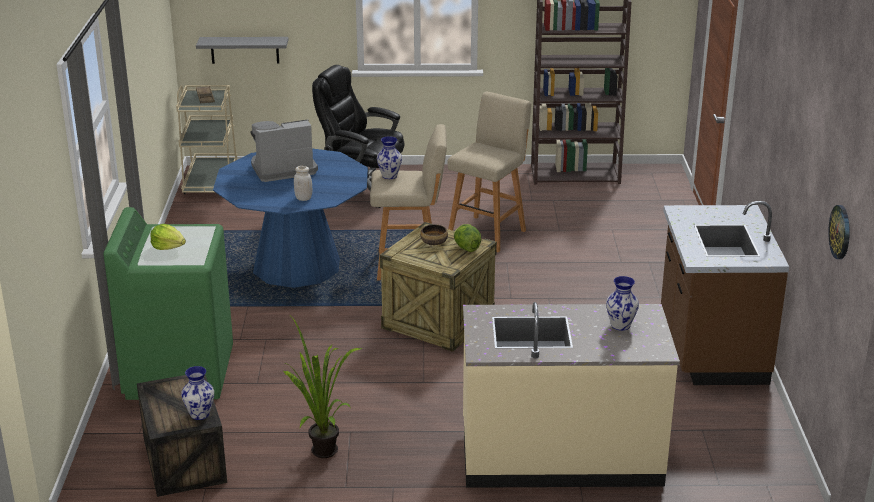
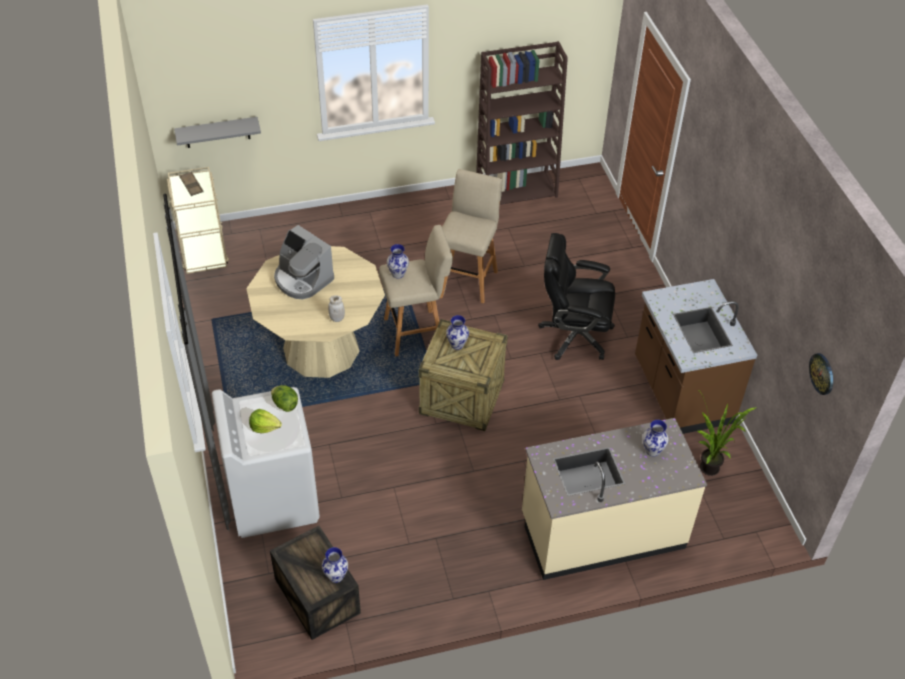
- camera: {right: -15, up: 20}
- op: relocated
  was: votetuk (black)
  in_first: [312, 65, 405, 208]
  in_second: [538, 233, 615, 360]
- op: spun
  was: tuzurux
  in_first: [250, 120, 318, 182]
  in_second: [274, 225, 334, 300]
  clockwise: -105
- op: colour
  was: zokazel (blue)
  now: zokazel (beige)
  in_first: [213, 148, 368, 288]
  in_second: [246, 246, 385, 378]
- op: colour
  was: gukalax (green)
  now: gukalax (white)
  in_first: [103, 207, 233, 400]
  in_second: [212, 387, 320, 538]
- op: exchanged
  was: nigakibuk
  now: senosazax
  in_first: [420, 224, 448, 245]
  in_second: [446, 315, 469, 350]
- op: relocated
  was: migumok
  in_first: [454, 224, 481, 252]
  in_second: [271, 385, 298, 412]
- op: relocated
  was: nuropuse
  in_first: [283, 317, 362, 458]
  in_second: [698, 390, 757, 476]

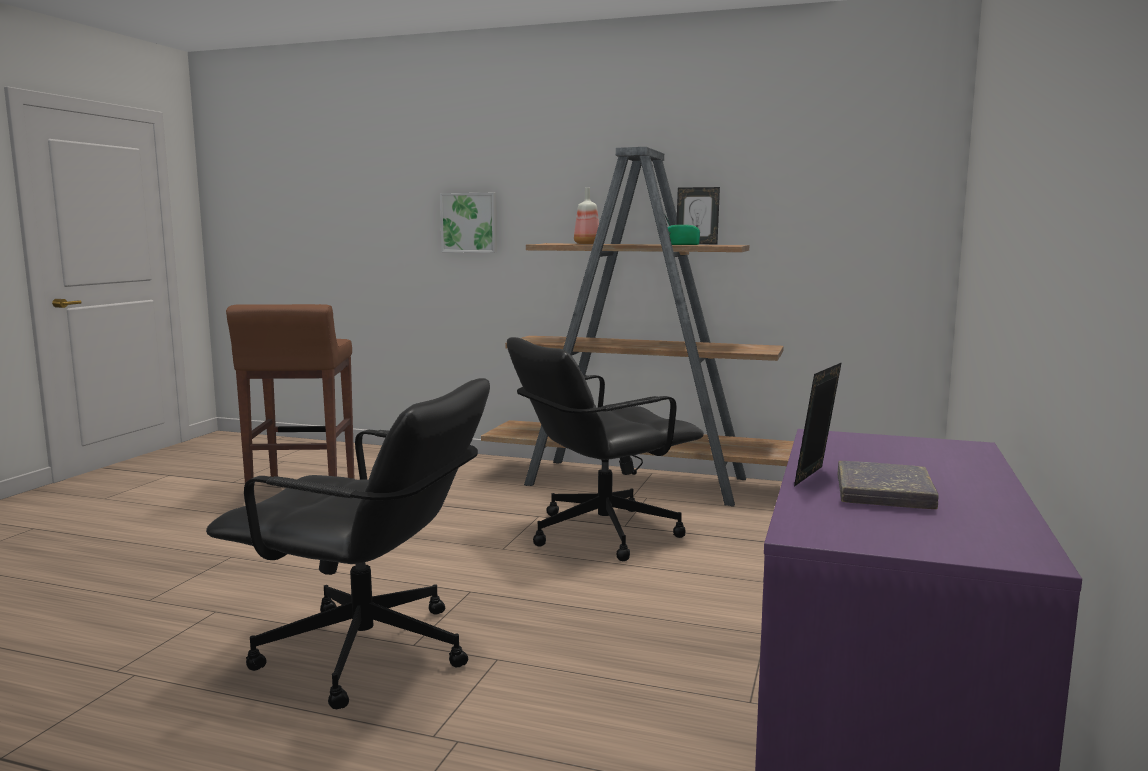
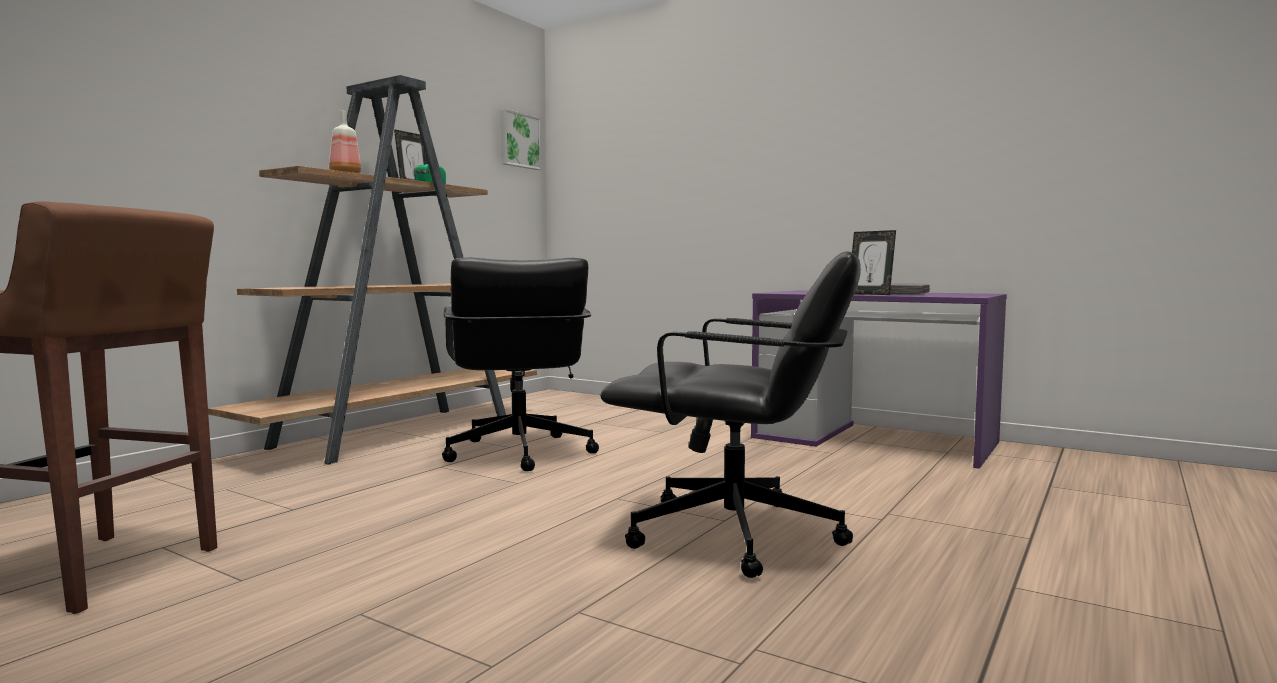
- camera: {right: -75, up: -5}
- op: relocated
  was: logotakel
  in_first: [440, 193, 497, 253]
  in_second: [501, 109, 541, 170]
- op: spun
  was: votetuk (black)
  in_first: [206, 378, 490, 709]
  in_second: [600, 251, 861, 578]
  clockwise: 75

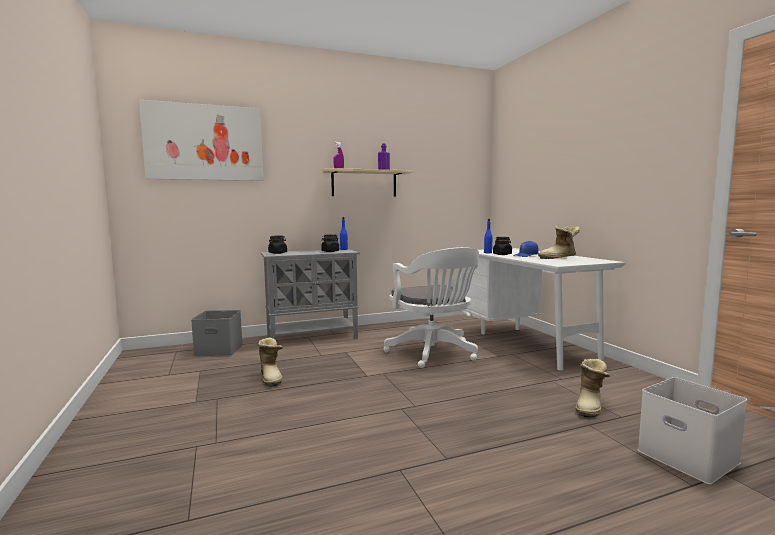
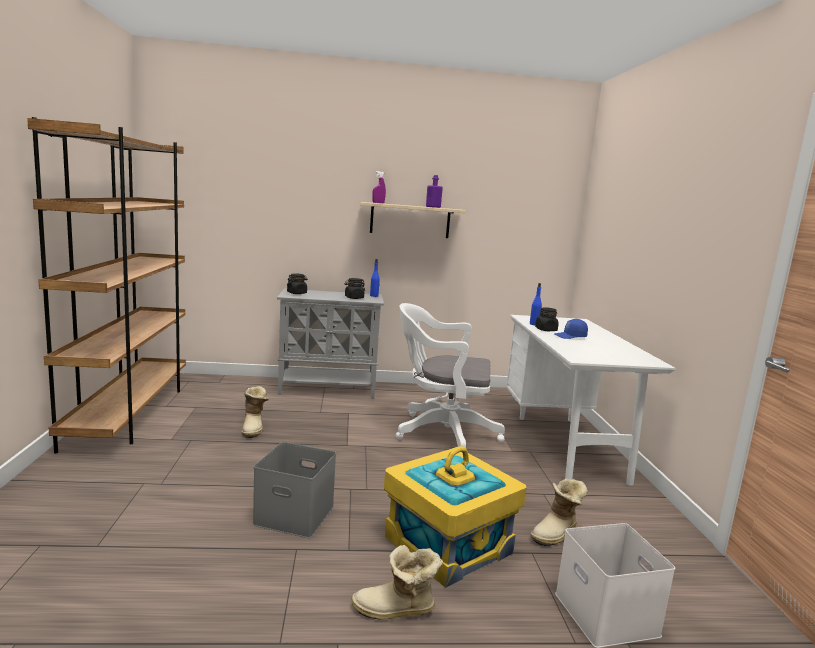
- camera: {right: 15, up: 5}
- op: missing
  was: logotakel
  in_first: [139, 100, 264, 181]
- op: relocated
  was: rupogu
  in_first: [538, 226, 580, 259]
  in_second: [352, 545, 443, 620]
- op: spun
  was: votetuk (white)
  in_first: [383, 247, 479, 368]
  in_second: [396, 303, 505, 447]
  clockwise: 105
- op: relocated
  was: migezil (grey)
  in_first: [191, 310, 243, 357]
  in_second: [252, 442, 336, 538]
- op: appeared
  now: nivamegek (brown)
  in_second: [27, 117, 186, 453]
- op: appeared
  now: migezil (yellow)
  in_second: [384, 446, 526, 588]

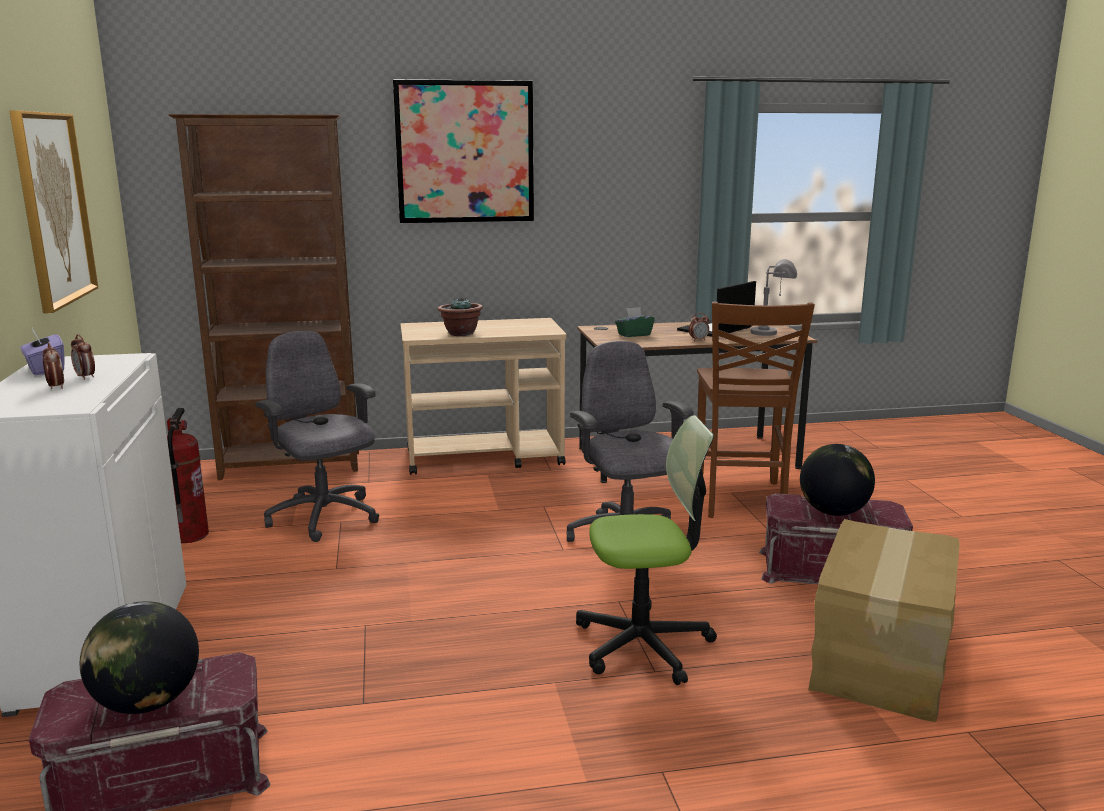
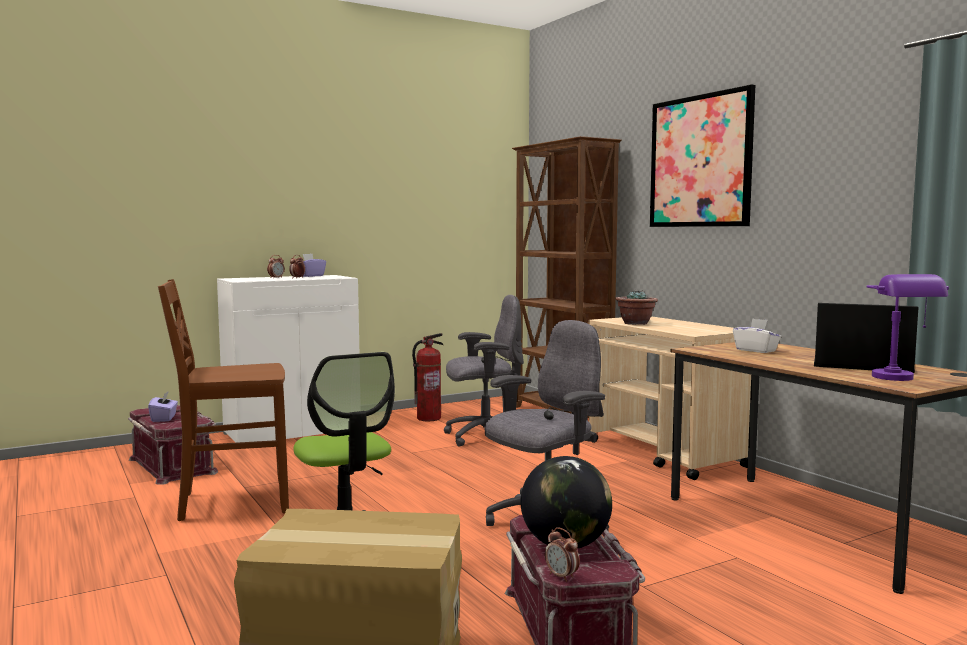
- camera: {right: 70, up: -10}
- op: missing
  was: logotakel
  in_first: [10, 111, 98, 313]
- op: colour
  was: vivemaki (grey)
  now: vivemaki (purple)
  in_first: [751, 259, 797, 336]
  in_second: [866, 274, 949, 381]
- op: relocated
  was: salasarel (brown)
  in_first: [697, 302, 815, 518]
  in_second: [158, 279, 289, 521]
- op: colour
  was: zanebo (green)
  now: zanebo (white)
  in_first: [615, 307, 655, 337]
  in_second: [733, 318, 781, 353]
- op: relocated
  was: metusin
  in_first: [689, 313, 709, 341]
  in_second: [545, 527, 580, 582]
- op: spun
  was: votetuk (grey)
  in_first: [255, 331, 379, 542]
  in_second: [444, 295, 524, 447]
  clockwise: 45
- op: exchanged
  was: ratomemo
  now: zanebo (purple)
  in_first: [80, 601, 199, 714]
  in_second: [148, 391, 178, 422]

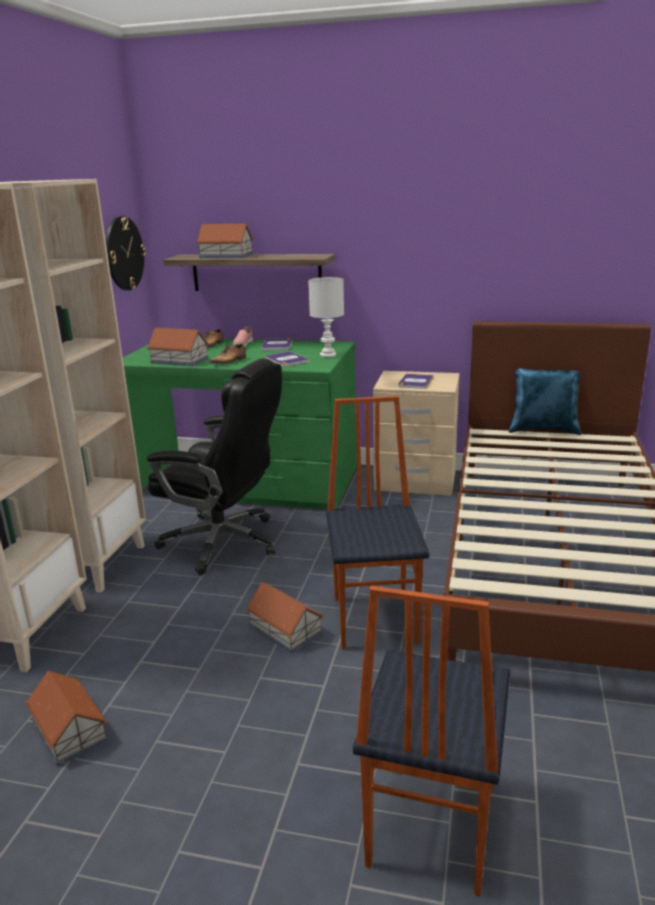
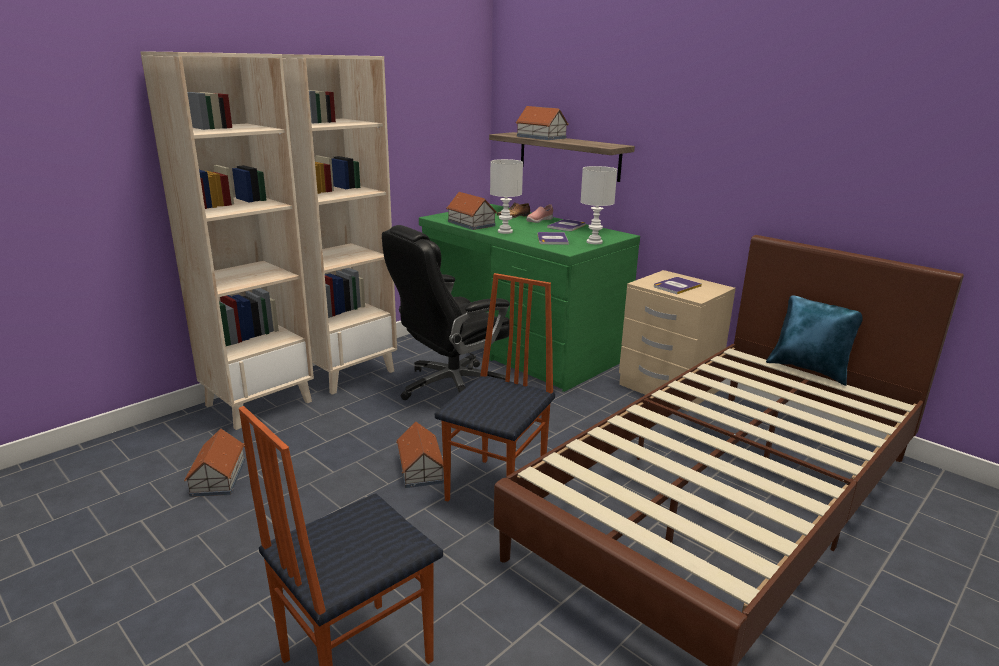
- camera: {right: 30, up: 0}
- op: missing
  was: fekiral
  in_first: [106, 216, 146, 290]
- op: exchanged
  was: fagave
  now: vivemaki (white)
  in_first: [210, 344, 246, 364]
  in_second: [490, 159, 523, 234]
- op: spun
  was: votetuk (black)
  in_first: [147, 358, 282, 575]
  in_second: [382, 225, 510, 400]
  clockwise: 90

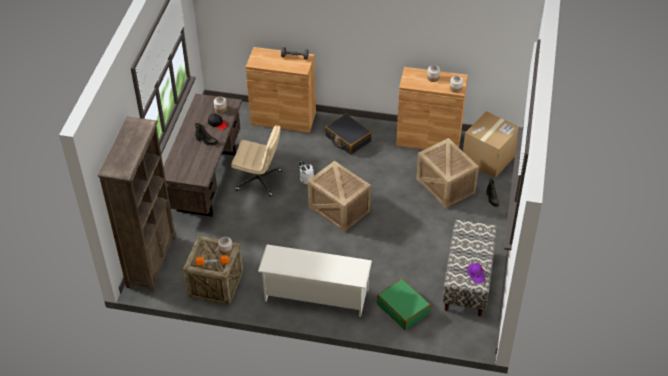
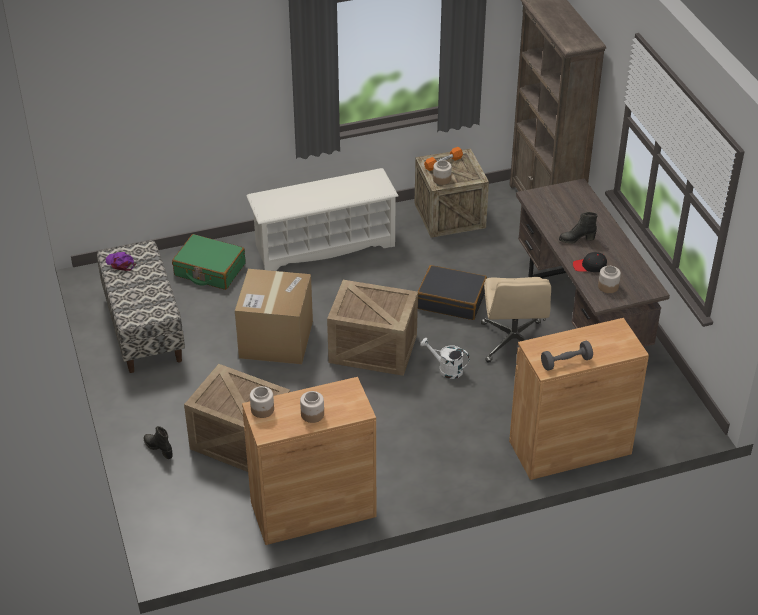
- camera: {right: 150, up: -5}
- op: relocated
  was: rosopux
  in_first: [463, 111, 519, 178]
  in_second: [235, 269, 313, 364]
- op: relocated
  was: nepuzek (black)
  in_first: [325, 114, 372, 155]
  in_second: [417, 265, 487, 320]
- op: spun
  was: votetuk (beige)
  in_first: [231, 125, 282, 197]
  in_second: [481, 277, 551, 363]
  clockwise: -75

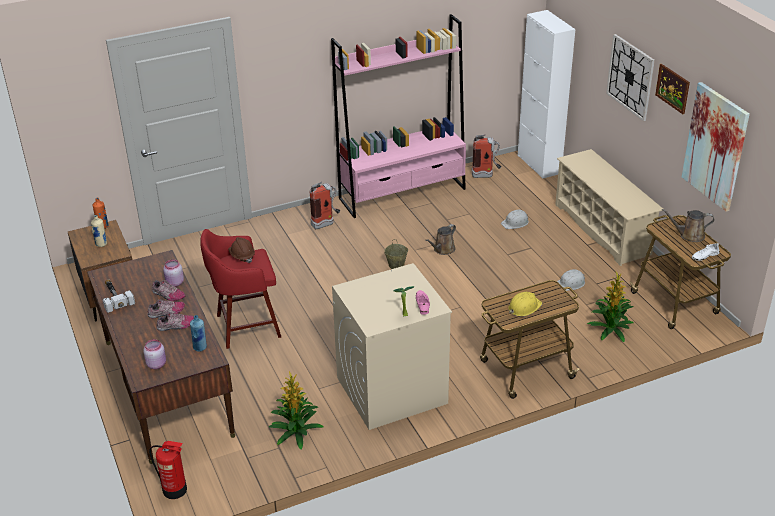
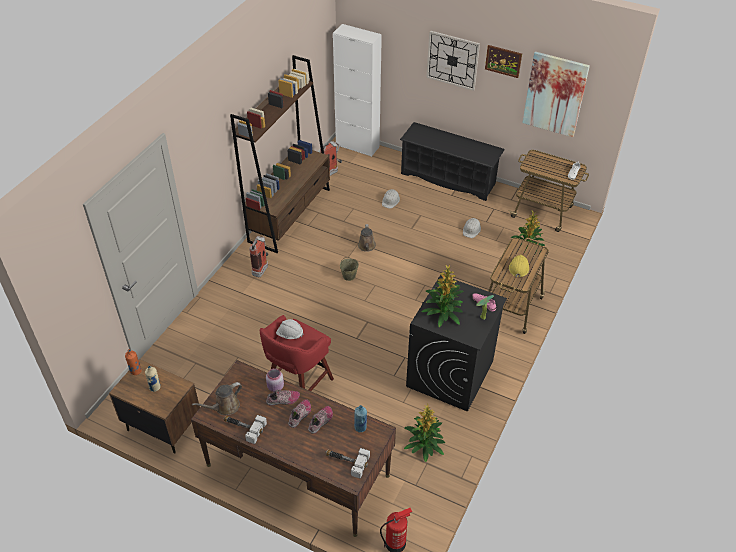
- camera: {right: -40, up: 10}
- op: colour
  was: nivamegek (pink)
  now: nivamegek (brown)
  in_first: [331, 14, 466, 218]
  in_second: [230, 55, 330, 253]
- op: colour
  was: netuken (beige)
  now: netuken (black)
  in_first: [555, 149, 663, 266]
  in_second: [400, 122, 505, 201]
- op: relocated
  was: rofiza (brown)
  in_first: [662, 209, 715, 242]
  in_second: [192, 382, 242, 415]
- op: colour
  was: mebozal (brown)
  now: mebozal (white)
  in_first: [228, 237, 255, 263]
  in_second: [276, 319, 303, 339]
- op: colour
  was: gukalax (beige)
  now: gukalax (black)
  in_first: [332, 263, 452, 430]
  in_second: [406, 275, 507, 412]
- op: exchanged
  was: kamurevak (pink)
  now: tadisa
  in_first: [143, 339, 166, 369]
  in_second: [325, 448, 370, 478]
- op: appeared
  now: nuropuse
  in_second: [422, 264, 463, 327]

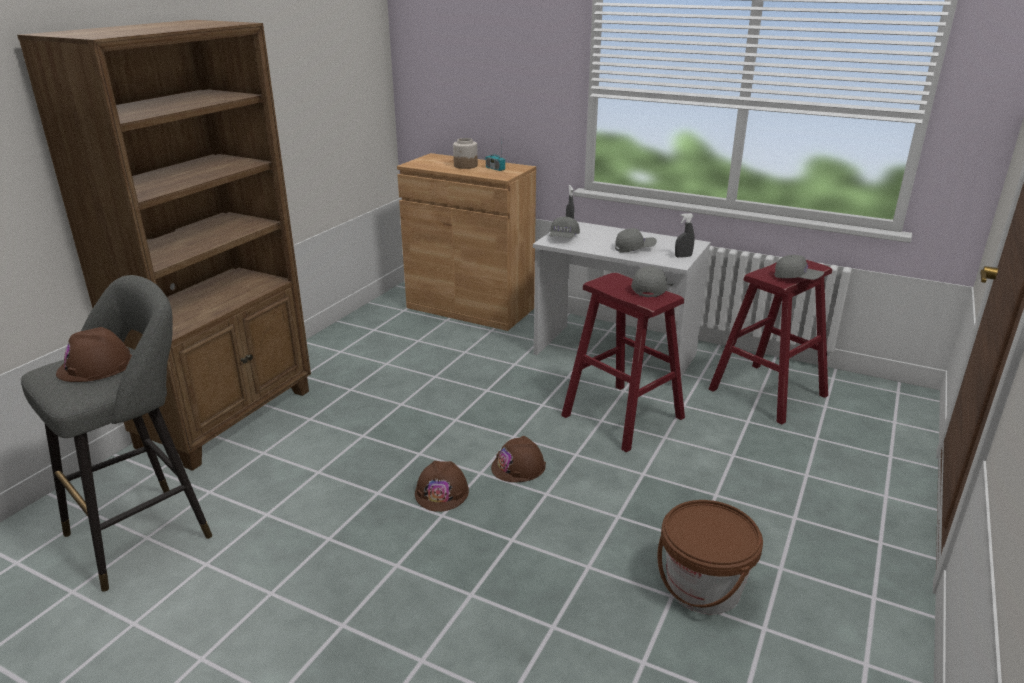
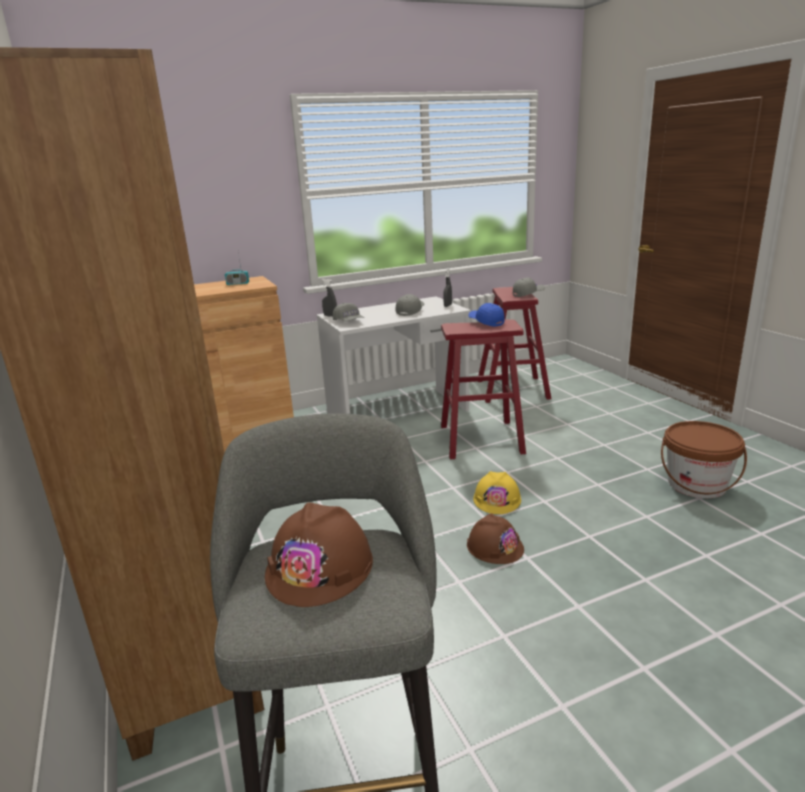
- camera: {right: -50, up: -5}
- op: missing
  was: kamurevak
  in_first: [453, 138, 478, 169]
- op: colour
  was: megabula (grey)
  now: megabula (blue)
  in_first: [631, 266, 667, 297]
  in_second: [468, 303, 504, 327]
- op: colour
  was: mebozal (brown)
  now: mebozal (yellow)
  in_first: [491, 436, 546, 482]
  in_second: [473, 471, 521, 514]

